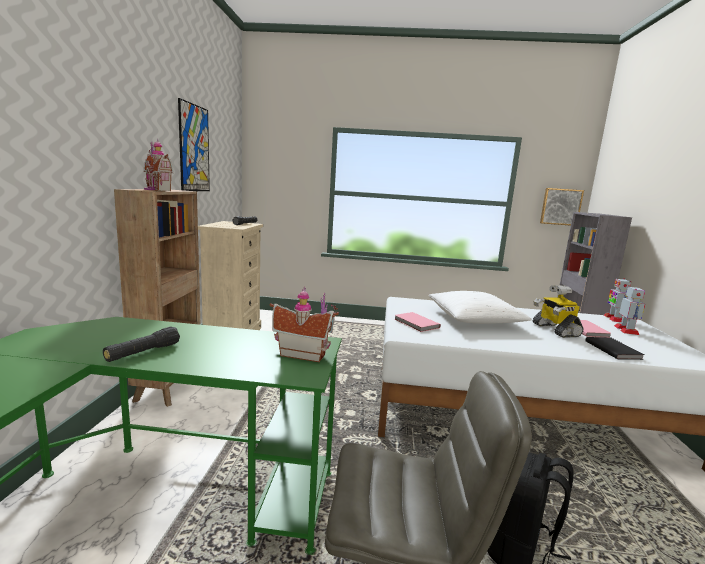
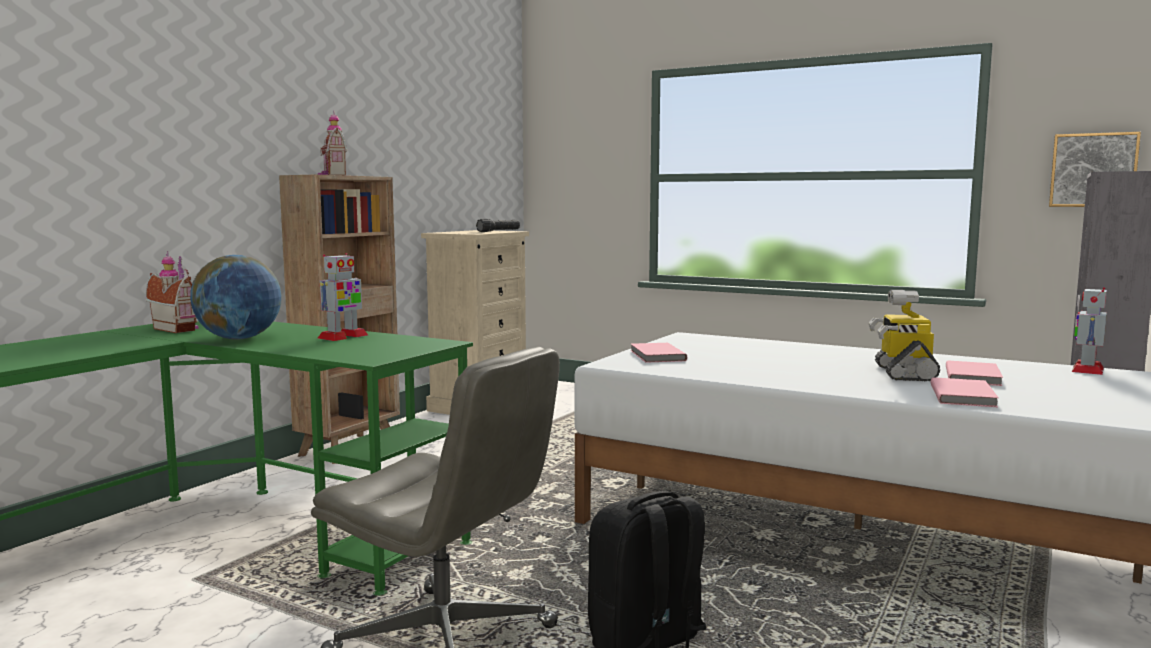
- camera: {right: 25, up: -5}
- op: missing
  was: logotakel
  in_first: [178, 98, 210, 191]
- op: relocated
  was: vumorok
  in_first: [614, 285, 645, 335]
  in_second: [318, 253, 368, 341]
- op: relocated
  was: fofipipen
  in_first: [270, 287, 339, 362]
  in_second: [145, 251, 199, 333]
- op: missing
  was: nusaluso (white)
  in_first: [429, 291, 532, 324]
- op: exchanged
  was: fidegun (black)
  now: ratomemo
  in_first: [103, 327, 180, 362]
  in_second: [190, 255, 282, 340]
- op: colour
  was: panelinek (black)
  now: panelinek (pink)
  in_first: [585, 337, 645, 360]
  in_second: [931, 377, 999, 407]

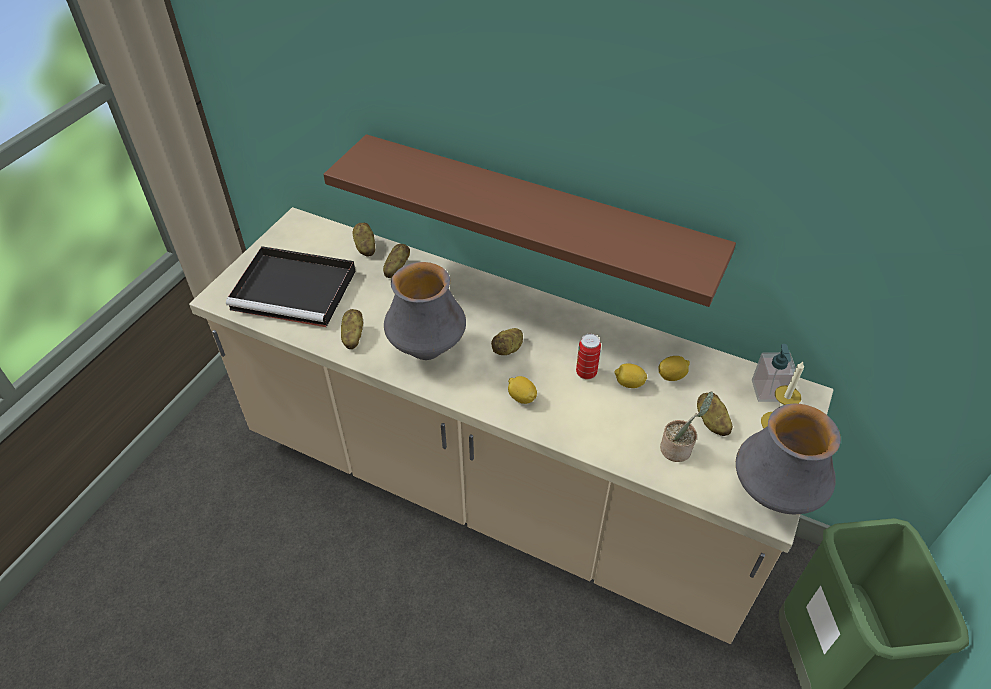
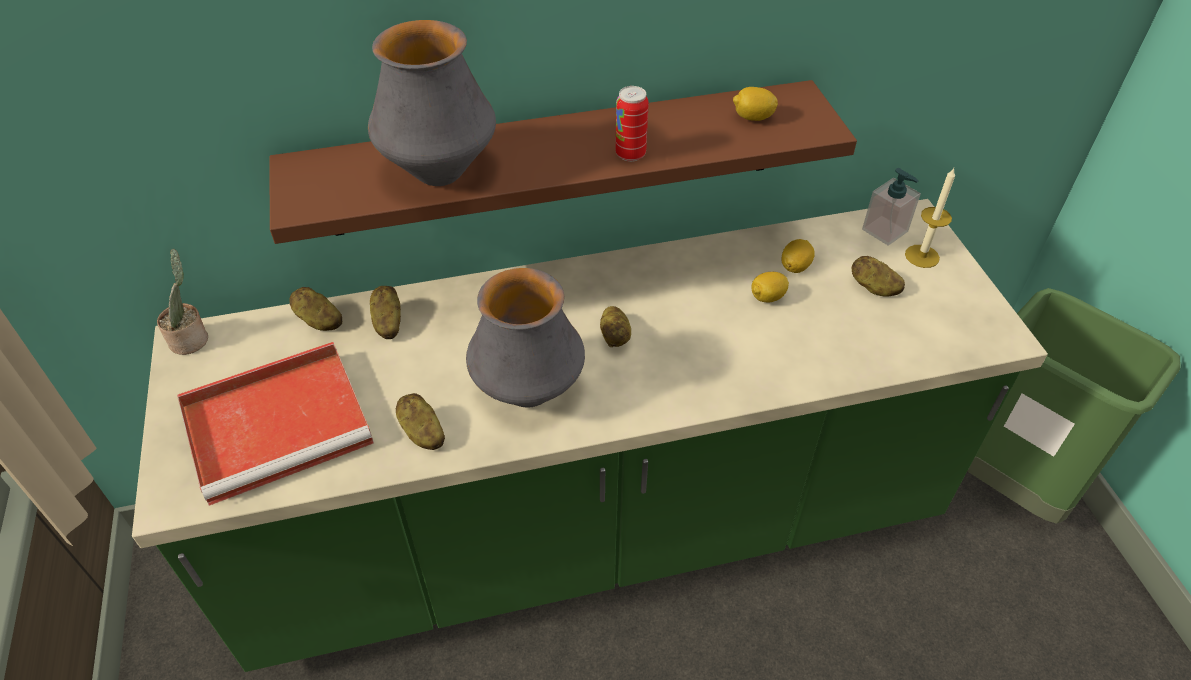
- camera: {right: -40, up: 0}
- op: colour
  was: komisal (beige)
  now: komisal (green)
  in_first: [189, 207, 833, 644]
  in_second: [132, 199, 1048, 672]
- op: colour
  was: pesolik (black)
  now: pesolik (red)
  in_first: [226, 246, 356, 327]
  in_second: [177, 342, 374, 506]
- op: relocated
  was: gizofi
  in_first: [576, 334, 601, 379]
  in_second: [615, 86, 649, 162]
- op: relocated
  was: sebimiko
  in_first: [508, 376, 537, 404]
  in_second: [733, 87, 778, 121]
- op: relocated
  was: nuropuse
  in_first: [660, 392, 713, 462]
  in_second: [157, 249, 208, 355]
- op: relocated
  was: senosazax
  in_first: [736, 403, 841, 514]
  in_second: [368, 20, 496, 186]

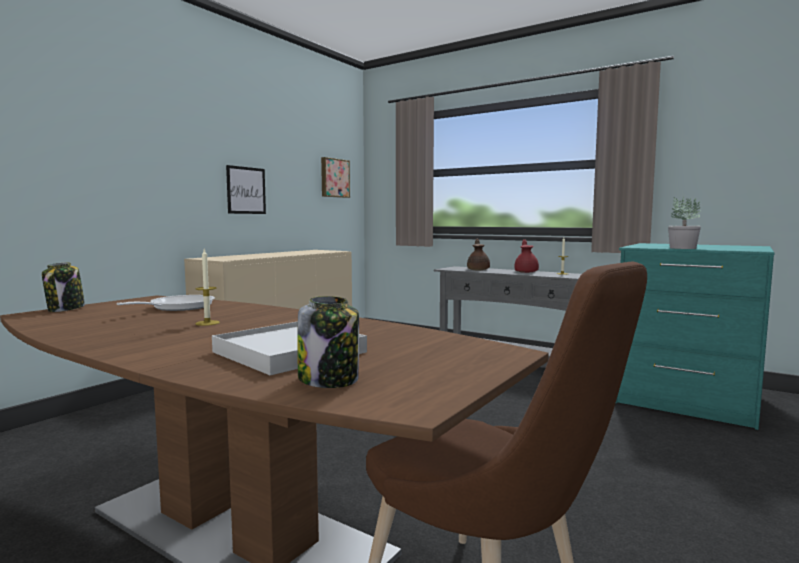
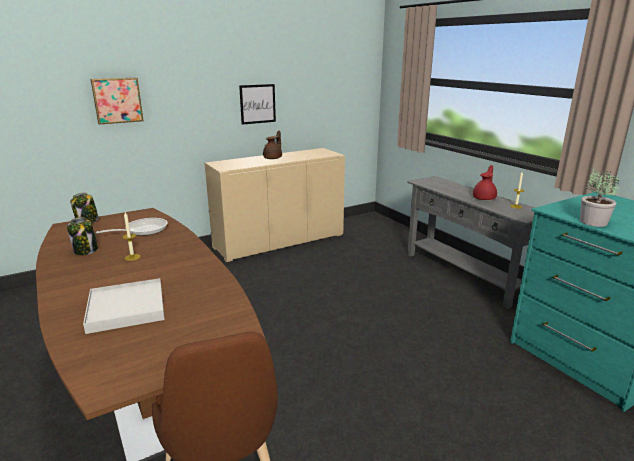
- camera: {right: 25, up: 15}
- op: relocated
  was: logotakel
  in_first: [321, 157, 350, 198]
  in_second: [91, 78, 143, 125]
- op: relocated
  was: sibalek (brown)
  in_first: [467, 238, 490, 271]
  in_second: [263, 130, 282, 159]
- op: relocated
  was: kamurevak
  in_first: [297, 296, 359, 388]
  in_second: [67, 217, 98, 255]

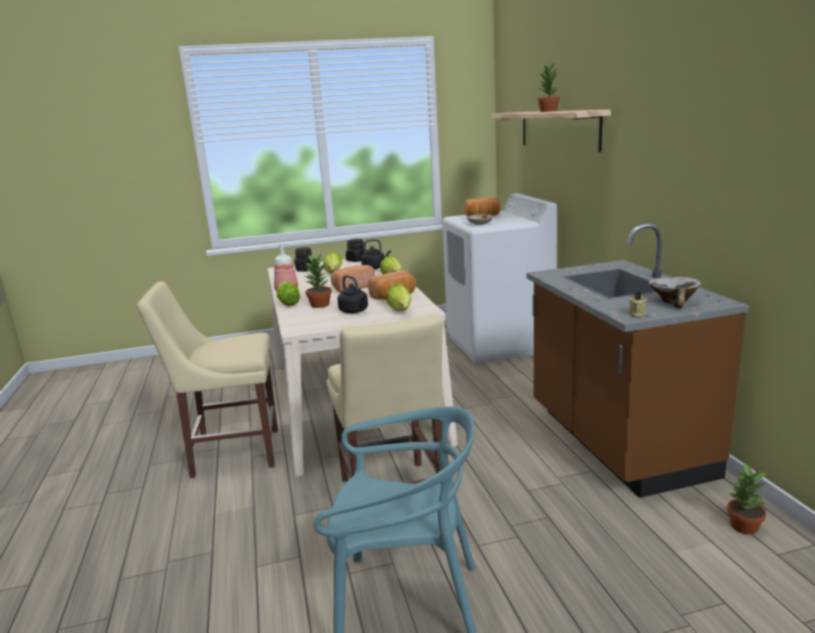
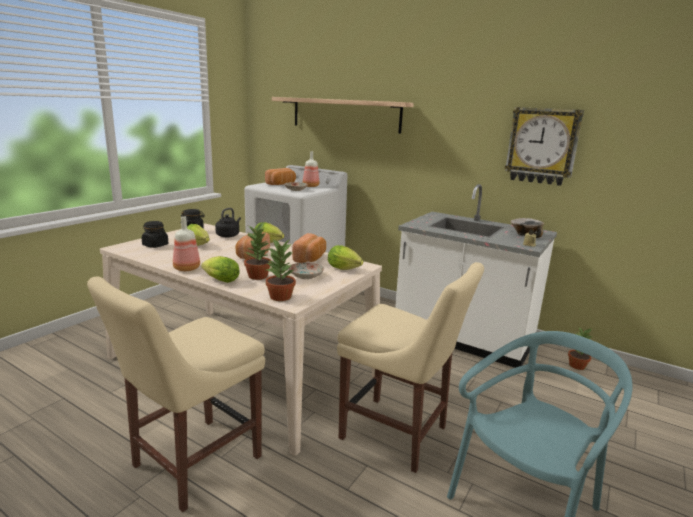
- camera: {right: -45, up: 0}
- op: relocated
  was: nuropuse
  in_first: [537, 63, 560, 112]
  in_second: [264, 239, 296, 301]
- op: colour
  was: komisal (brown)
  now: komisal (white)
  in_first: [527, 223, 749, 498]
  in_second: [395, 184, 557, 368]
- op: exchanged
  was: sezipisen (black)
  now: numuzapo
  in_first: [337, 275, 368, 313]
  in_second: [288, 262, 324, 279]
- op: appeared
  now: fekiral
  in_second: [505, 107, 584, 186]
- op: appeared
  now: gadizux
  in_second: [303, 151, 319, 187]

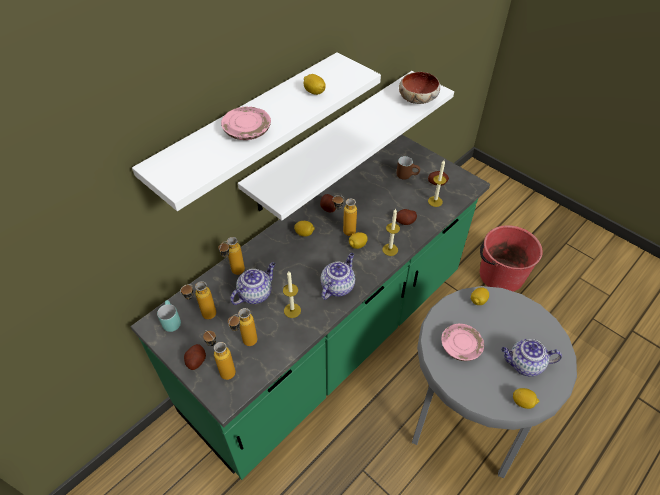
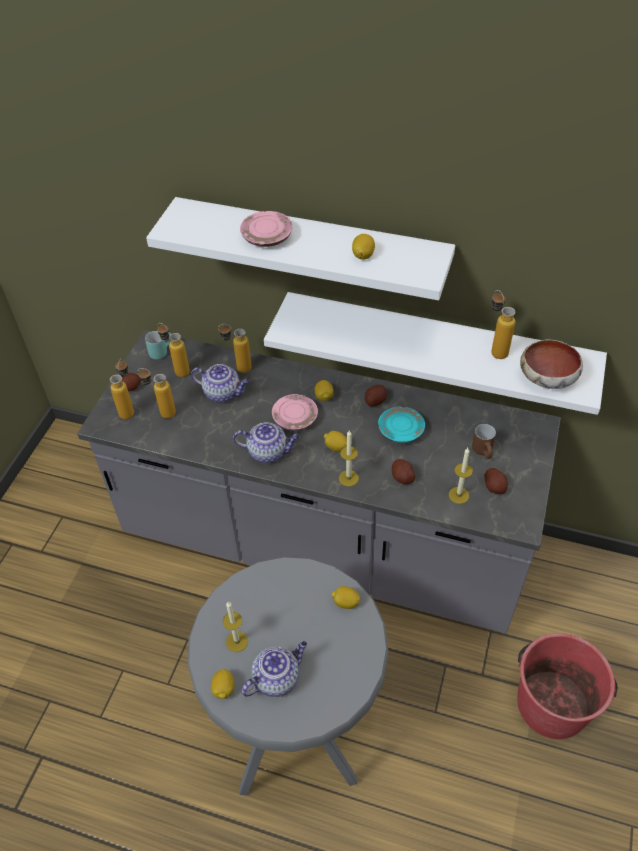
- camera: {right: 65, up: 0}
- op: colour
  was: komisal (green)
  now: komisal (grey)
  in_first: [131, 134, 490, 480]
  in_second: [77, 330, 561, 633]
- op: relocated
  was: gadizux
  in_first: [333, 195, 357, 236]
  in_second: [491, 290, 515, 359]
- op: relocated
  was: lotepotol
  in_first: [283, 271, 301, 318]
  in_second: [223, 602, 248, 652]
- op: relocated
  was: numuzapo (pink)
  in_first: [441, 324, 484, 361]
  in_second: [272, 394, 318, 431]
- op: spun
  was: sibalek
  in_first: [501, 339, 562, 377]
  in_second: [241, 641, 307, 697]
  clockwise: 75
- op: appeared
  now: numuzapo (turquoise)
  in_second: [378, 407, 425, 443]

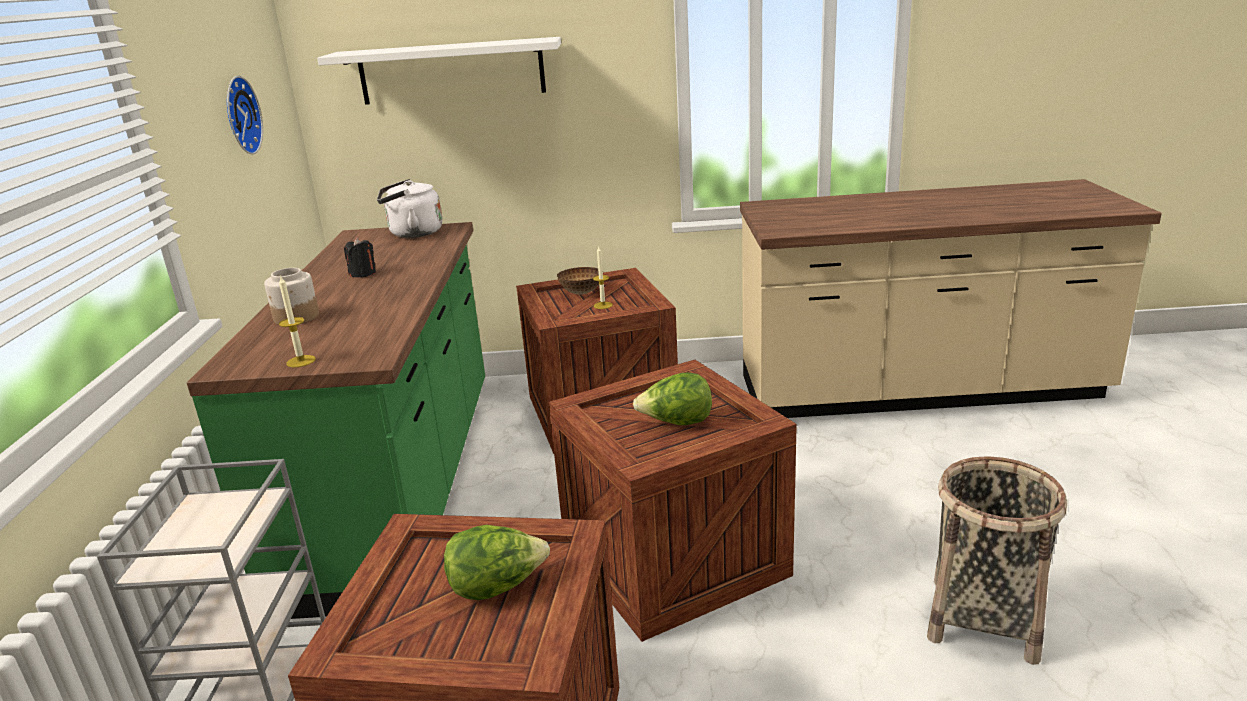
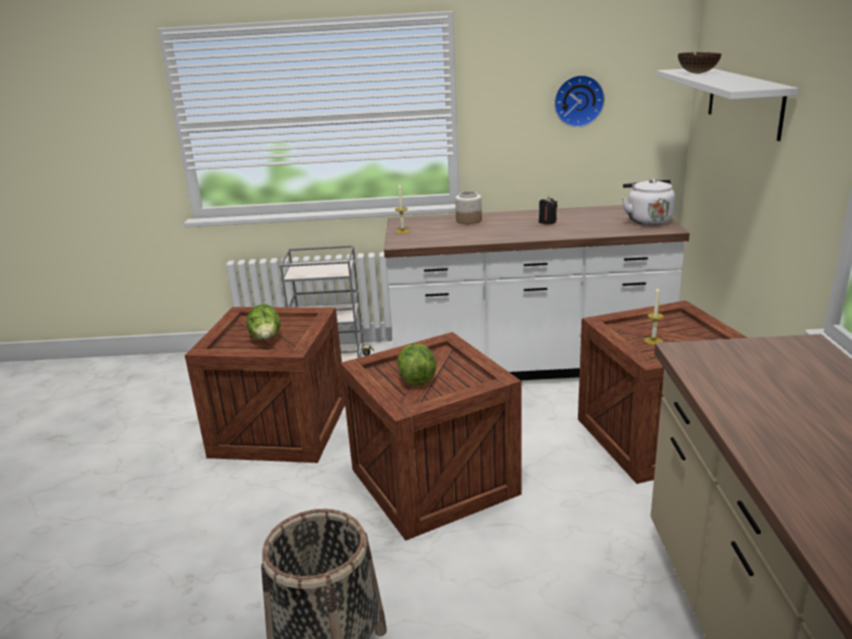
- camera: {right: 90, up: 0}
- op: colour
  was: komisal (green)
  now: komisal (white)
  in_first: [187, 222, 485, 619]
  in_second: [384, 205, 690, 380]
- op: relocated
  was: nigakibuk
  in_first: [557, 267, 599, 295]
  in_second: [678, 52, 722, 74]

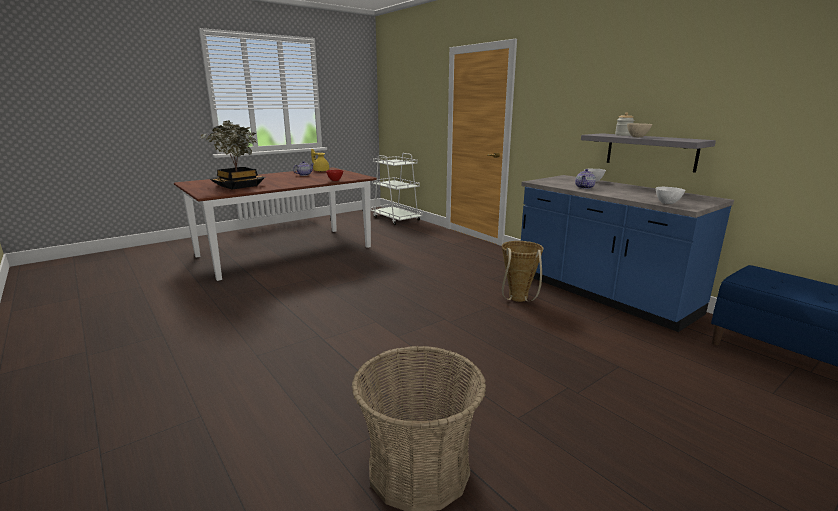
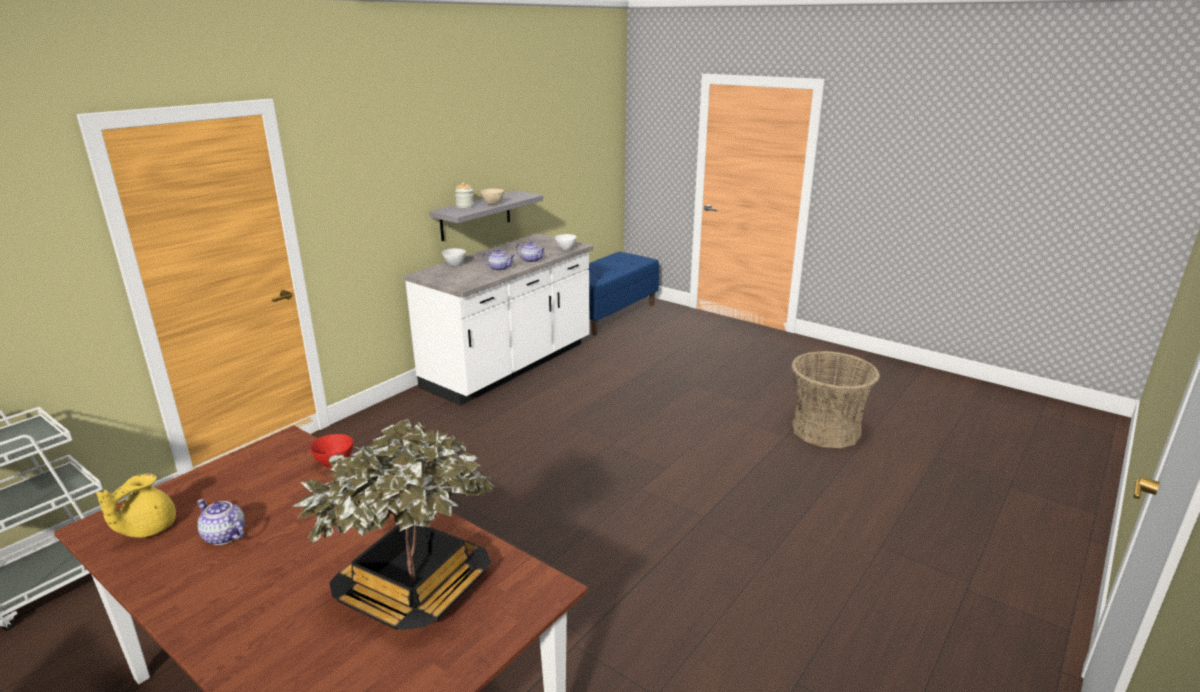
- camera: {right: -105, up: 5}
- op: colour
  was: komisal (blue)
  now: komisal (white)
  in_first: [521, 175, 734, 332]
  in_second: [404, 233, 593, 406]
- op: missing
  was: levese
  in_first: [502, 241, 544, 302]
- op: appeared
  now: sibalek
  in_second: [516, 241, 545, 263]

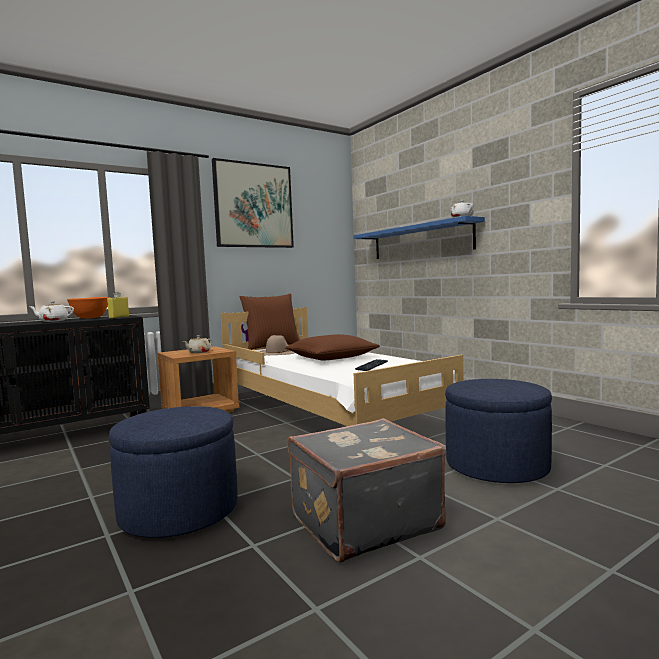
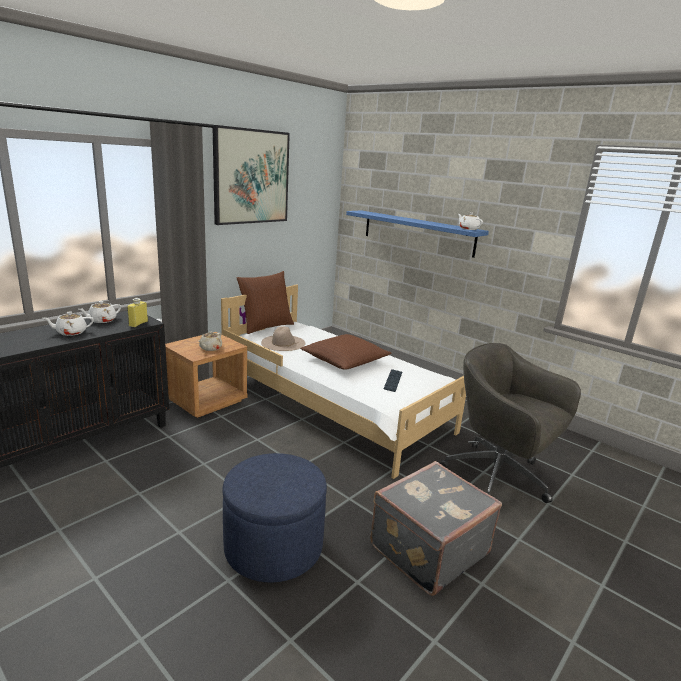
- camera: {right: -15, up: 15}
- op: exchanged
  was: nigakibuk (orange)
  now: sibalek (white)
  in_first: [67, 297, 110, 318]
  in_second: [79, 301, 121, 323]
- op: exchanged
  was: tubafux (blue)
  now: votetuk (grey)
  in_first: [445, 379, 552, 483]
  in_second: [440, 343, 581, 503]

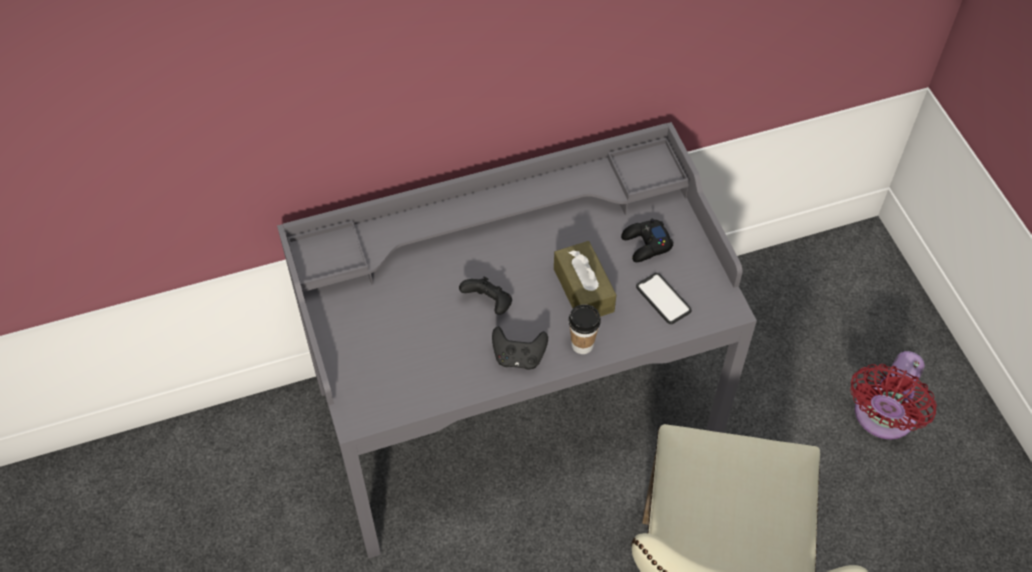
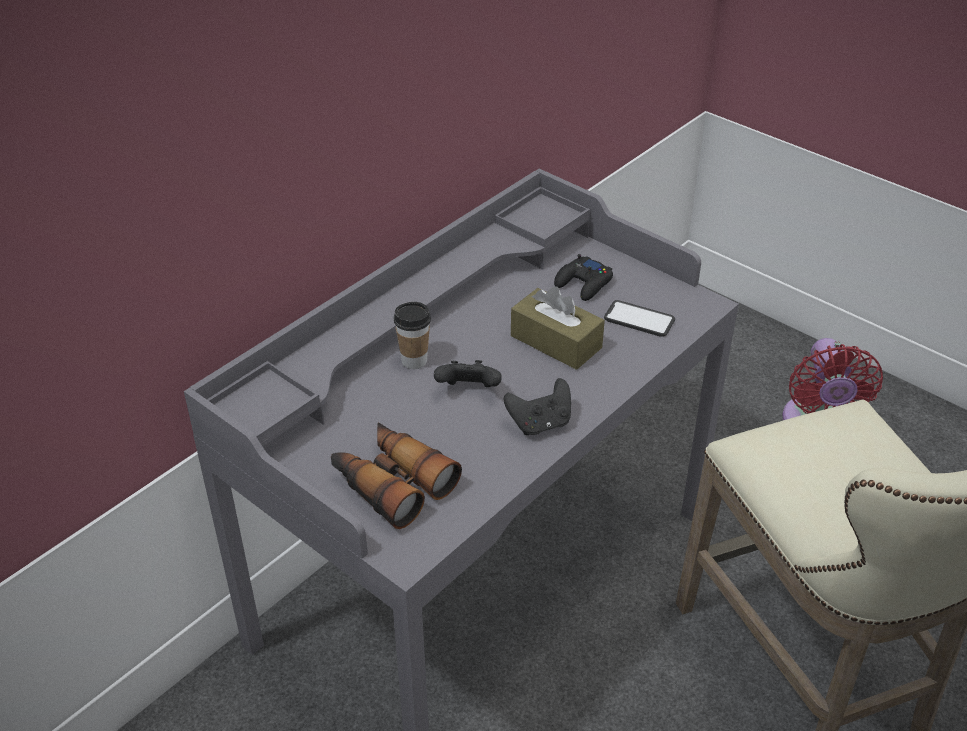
- camera: {right: -30, up: -15}
- op: relocated
  was: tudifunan
  in_first: [569, 304, 601, 354]
  in_second: [394, 302, 431, 369]
- op: appeared
  now: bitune
  in_second: [331, 423, 462, 529]

